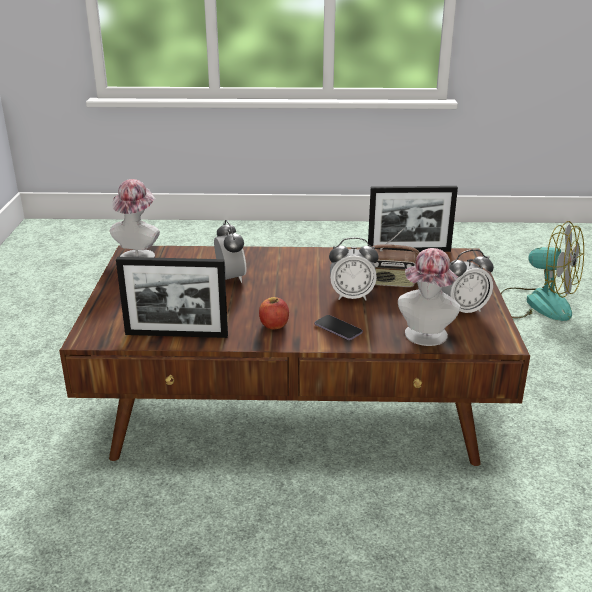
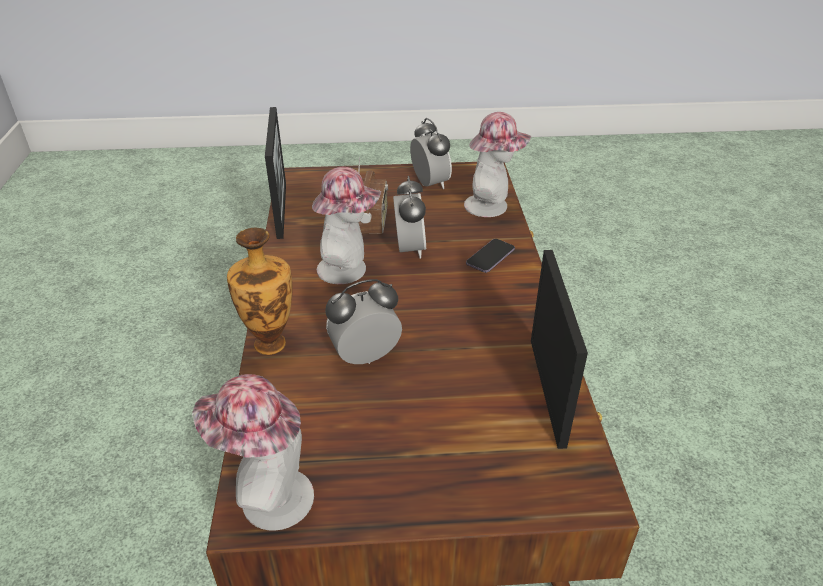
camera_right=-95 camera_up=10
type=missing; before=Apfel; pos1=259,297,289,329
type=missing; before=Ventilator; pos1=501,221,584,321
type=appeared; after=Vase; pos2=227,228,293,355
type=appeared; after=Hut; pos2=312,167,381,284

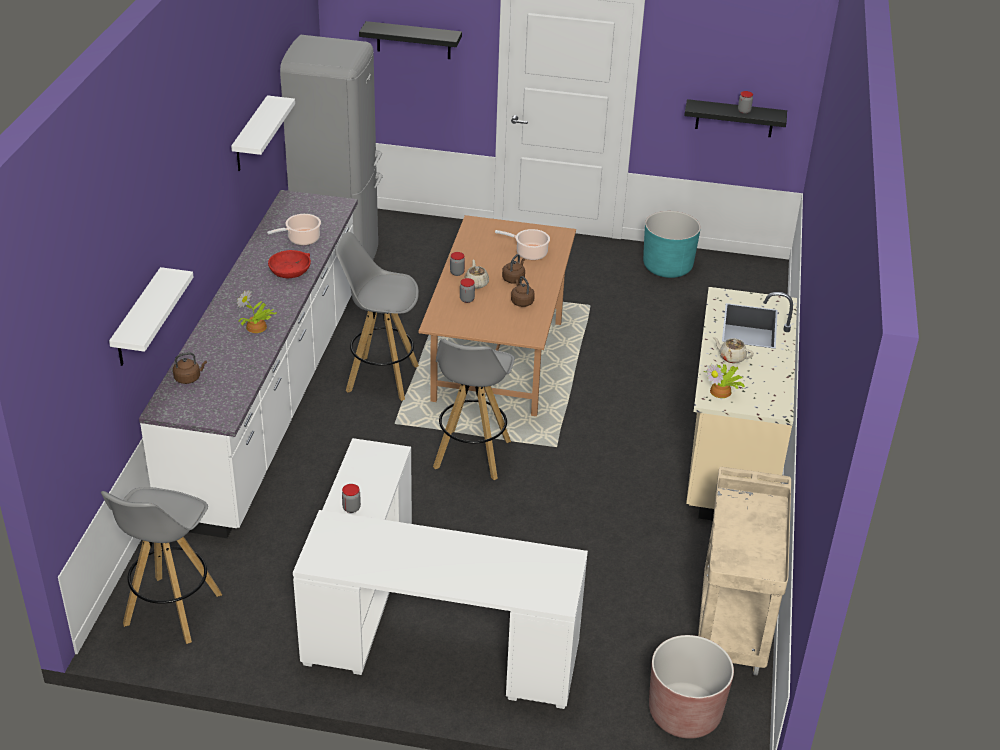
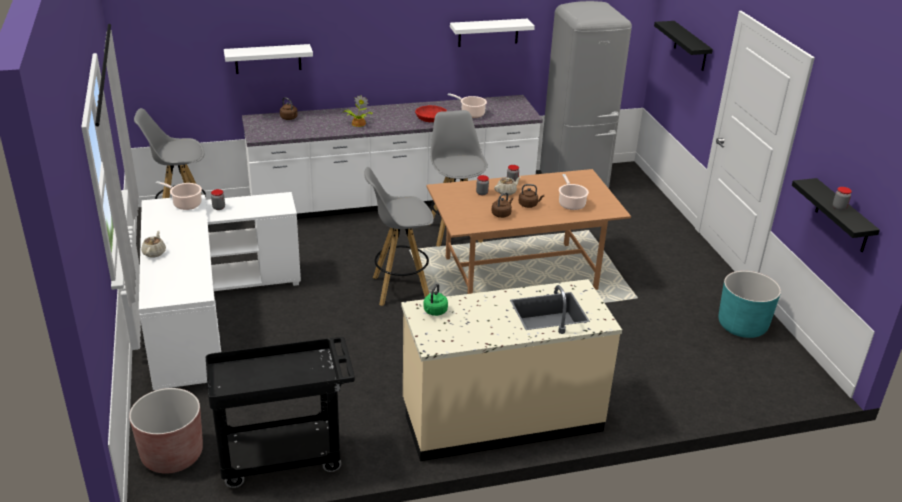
camera_right=65 camera_up=-5
type=appeared; after=Kochtopf; pos2=156,181,202,210
type=relocated; before=Teekanne [beige]; pos1=713,337,754,363; pos2=141,231,166,258
type=exchanged; before=Topfpflanze; after=Wasserkessel [grün]; pos1=703,364,745,398; pos2=424,284,448,316
type=colour; before=Rollwagen [beige]; after=Rollwagen [schwarz]; pos1=698,467,791,676; pos2=206,337,355,488

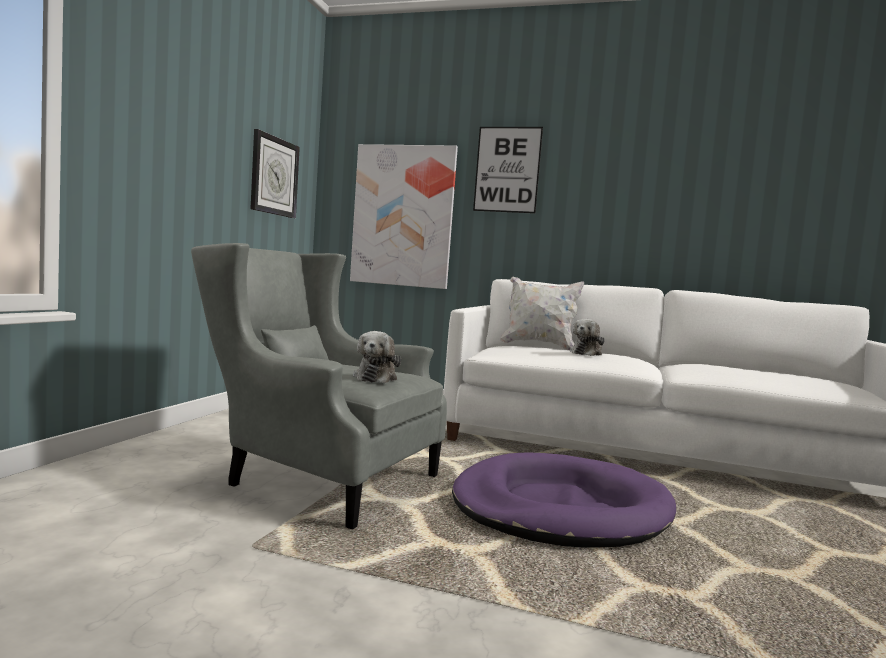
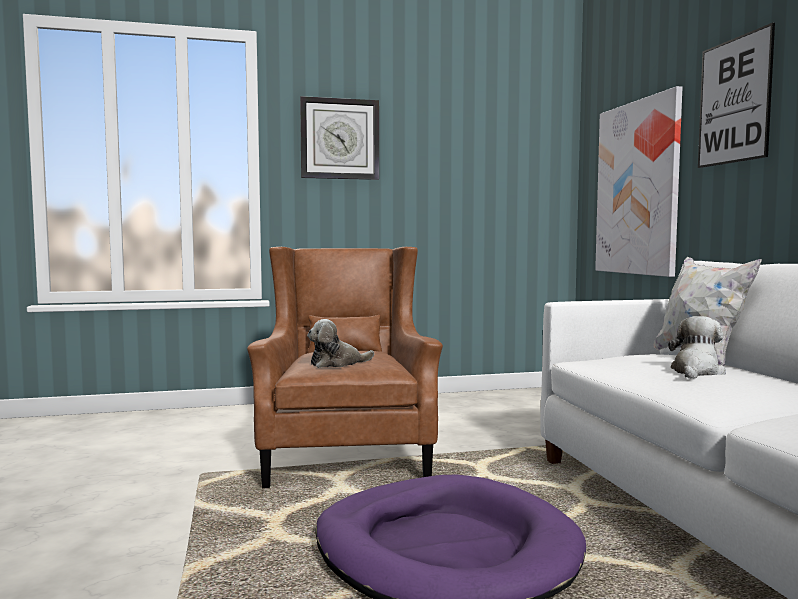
camera_right=60 camera_up=0
type=relocated; before=Wanduhr; pos1=251,129,300,218; pos2=300,96,379,180
type=colour; before=Sessel [grau]; after=Sessel [braun]; pos1=191,243,447,529; pos2=247,247,443,488
type=spun; before=Plüschtier; pos1=570,319,605,356; pos2=668,316,726,378; turn=120

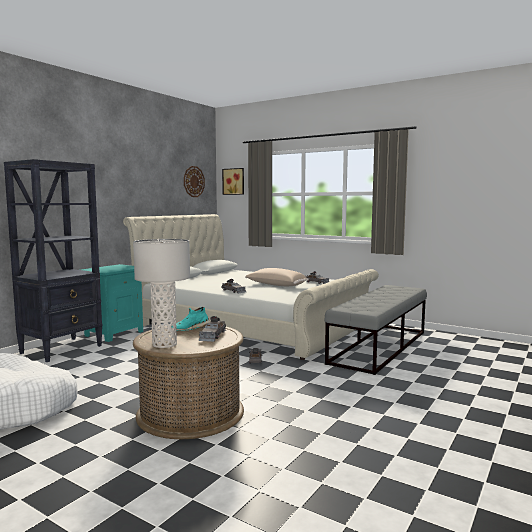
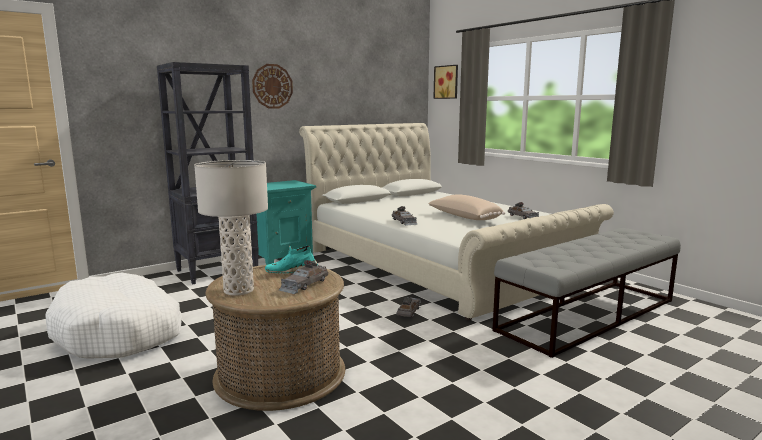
camera_right=20 camera_up=5
type=relocated; before=Wanduhr; pos1=184,166,205,197; pos2=252,64,293,109

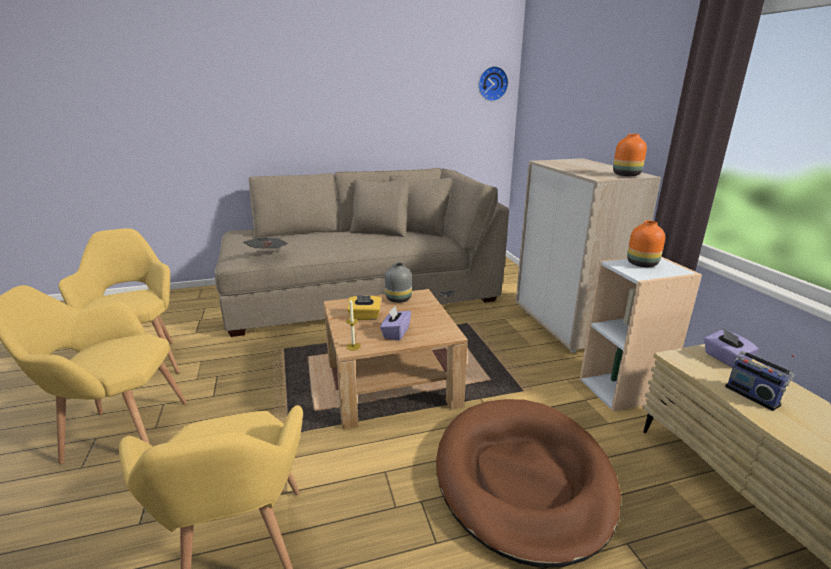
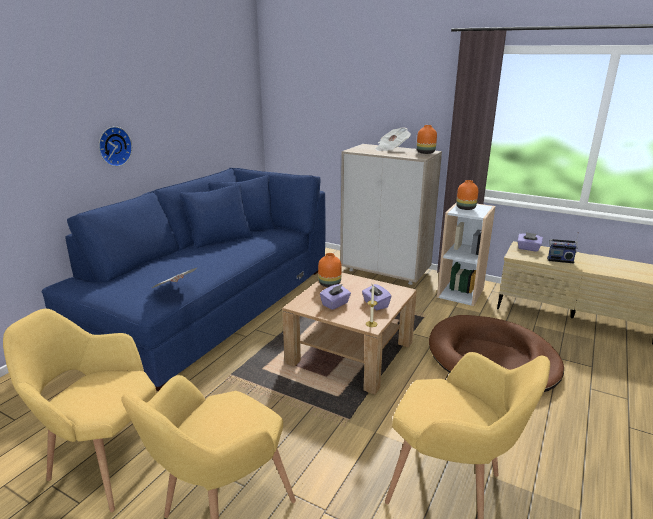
camera_right=-45 camera_up=0
type=appeared; after=Zeitung; pos2=375,127,411,151
type=relocated; before=Wanduhr; pos1=478,66,508,101; pos2=99,127,132,167
type=colour; before=Sofa [beige]; after=Sofa [blau]; pos1=215,168,509,337; pos2=41,168,326,391
type=colour; before=Taschentuchbox [gelb]; after=Taschentuchbox [lila]; pos1=347,295,382,320; pos2=320,284,351,310
type=colour; before=Vase [grau]; after=Vase [orange]; pos1=385,263,412,303; pos2=318,253,342,287

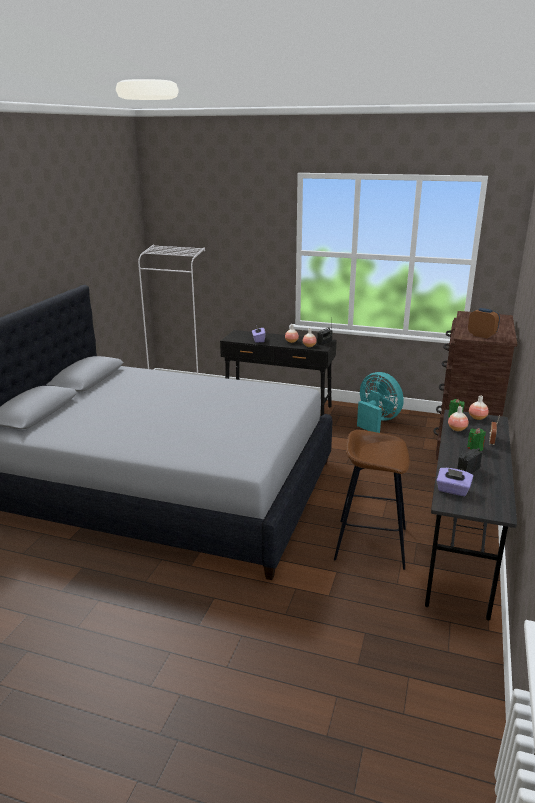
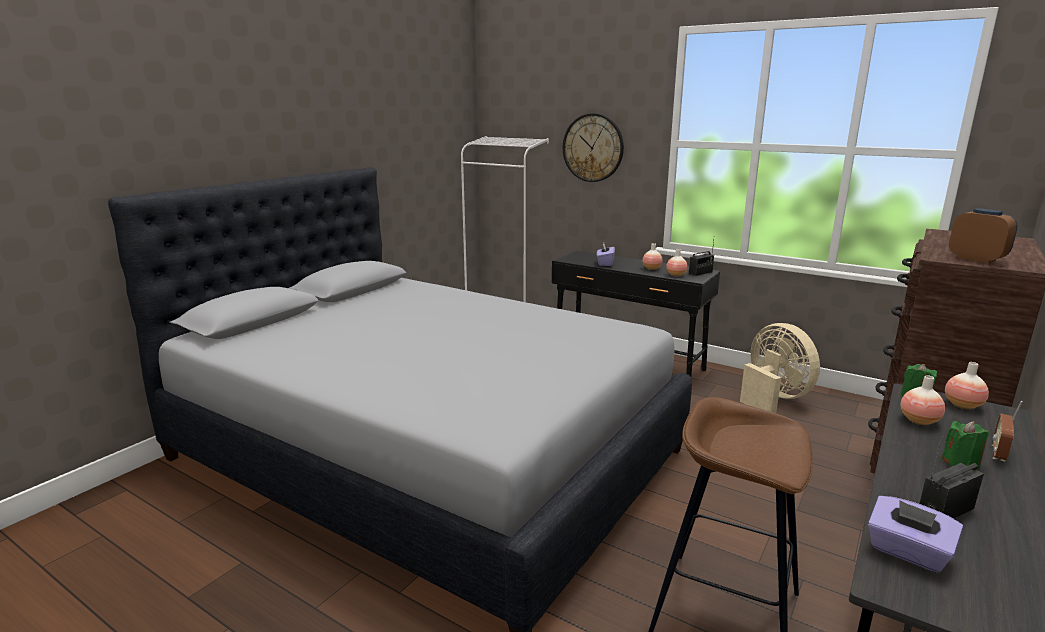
camera_right=15 camera_up=-5
type=appeared; after=Wanduhr; pos2=563,113,624,182
type=colour; before=Ventilator [türkis]; after=Ventilator [beige]; pos1=357,372,404,433; pos2=740,323,820,413

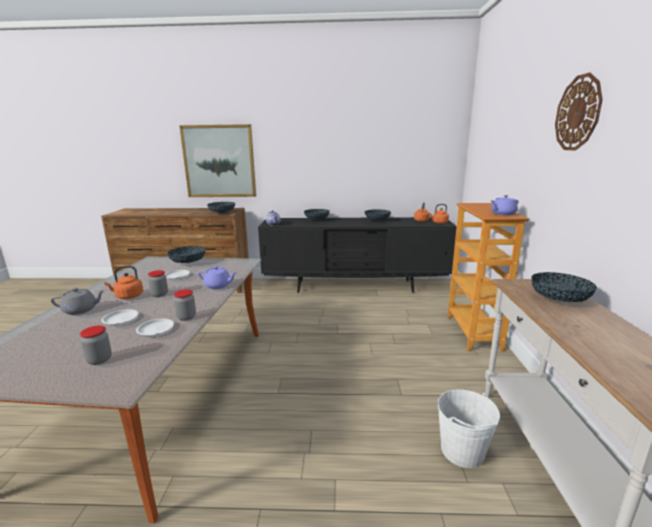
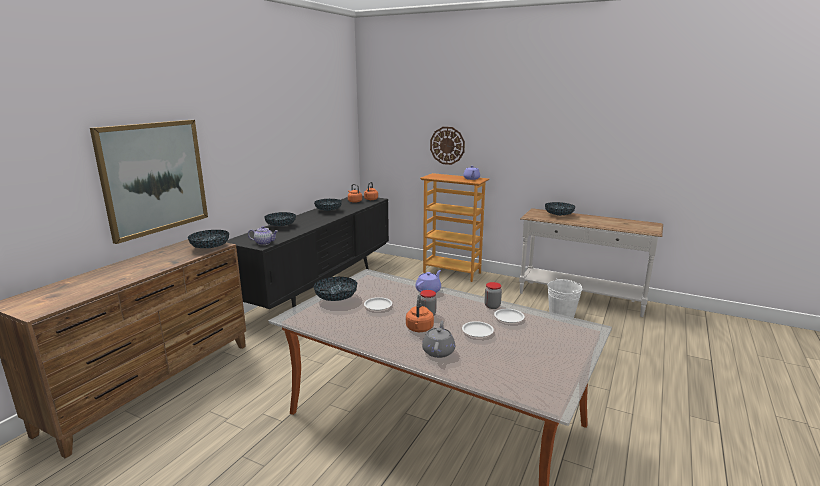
camera_right=-65 camera_up=0
type=missing; before=Vorratsglas; pos1=80,326,112,365
type=relocated; before=Wanduhr; pos1=555,73,603,151; pos2=430,127,465,165

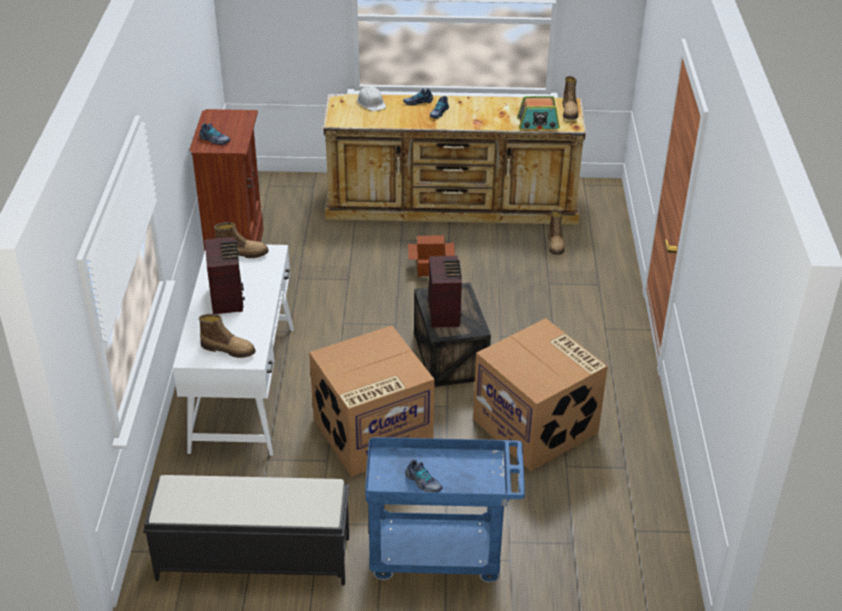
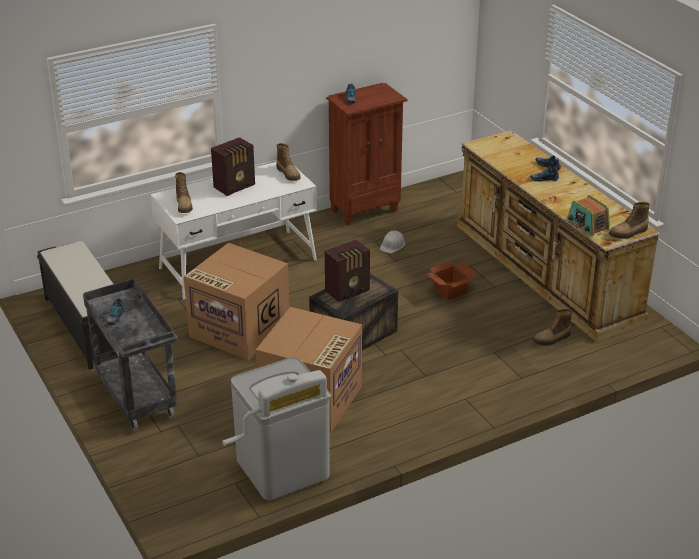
camera_right=60 camera_up=-5
type=appeared; after=Waschmaschine [grau]; pos2=222,357,331,500
type=relocated; before=Schutzhelm [weiß]; pos1=357,86,386,111; pos2=380,230,405,253
type=colour; before=Rollwagen [blau]; after=Rollwagen [grau]; pos1=365,437,525,583; pos2=83,279,178,430

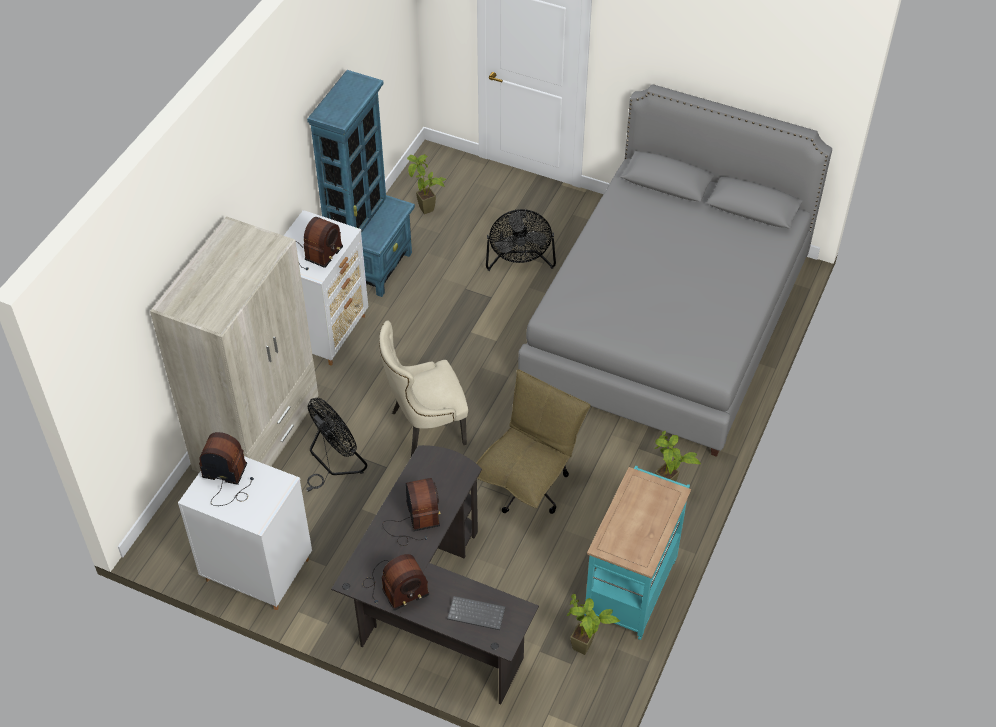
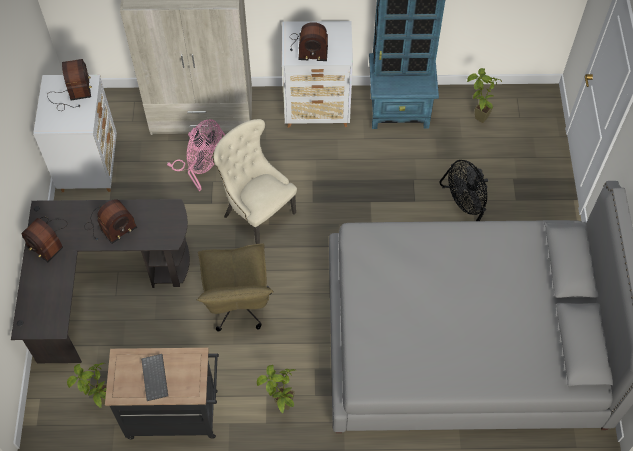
camera_right=65 camera_up=10
type=relocated; before=Tastatur; pos1=447,596,505,630; pos2=141,354,168,401
type=colour; before=Ventilator [schwarz]; after=Ventilator [rosa]; pos1=306,398,367,492; pos2=167,119,225,191
type=colour; before=Rollwagen [türkis]; after=Rollwagen [schwarz]; pos1=584,466,691,640; pos2=105,348,219,439
type=spun; before=Bürostuhl [beige]; pos1=476,369,591,514; pos2=197,244,274,332; turn=75

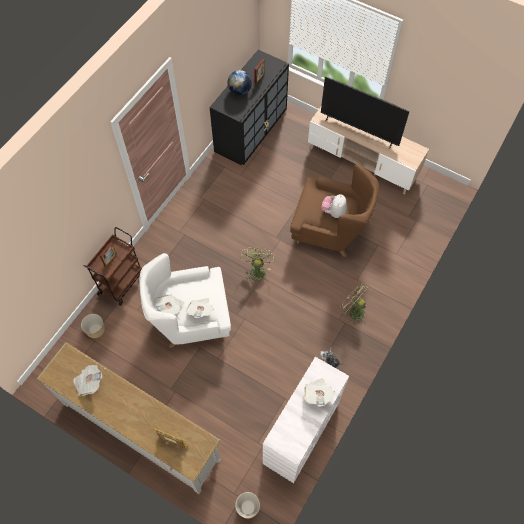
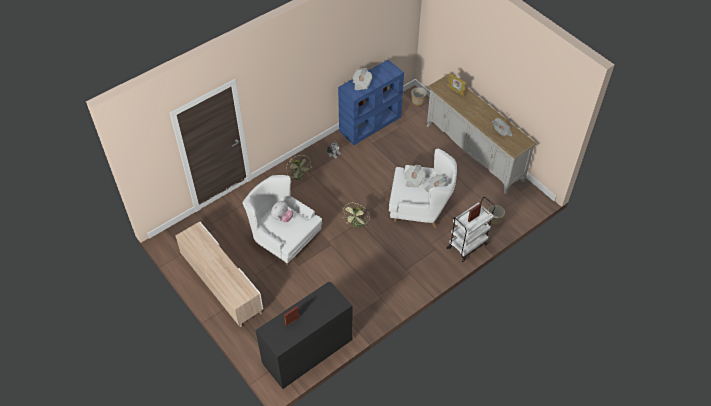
camera_right=-160 camera_up=-10
type=missing; before=Globus; pos1=228,70,252,95
type=missing; before=Fernseher; pos1=321,77,409,149
type=colour; before=Rollwagen [braun]; after=Rollwagen [weiß]; pos1=83,227,142,306; pos2=446,197,495,262
type=colour; before=Bücherregal [weiß]; after=Bücherregal [blau]; pos1=263,357,349,483; pos2=338,59,404,145
type=colour; before=Sessel [braun]; after=Sessel [weiß]; pos1=290,164,379,257; pos2=242,175,322,265

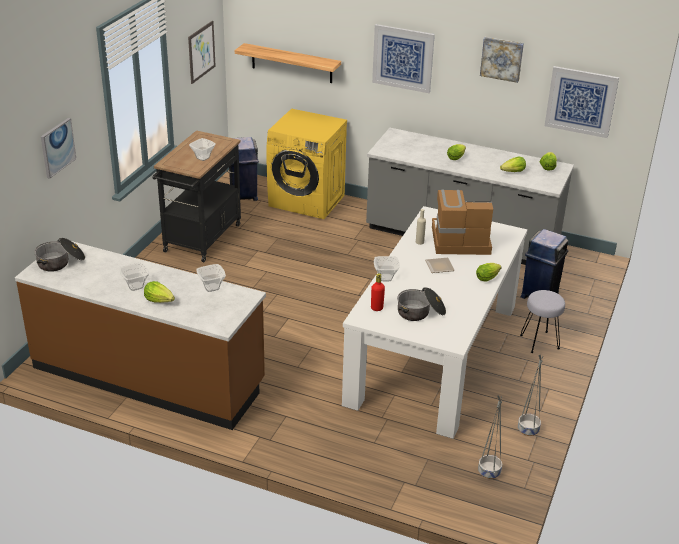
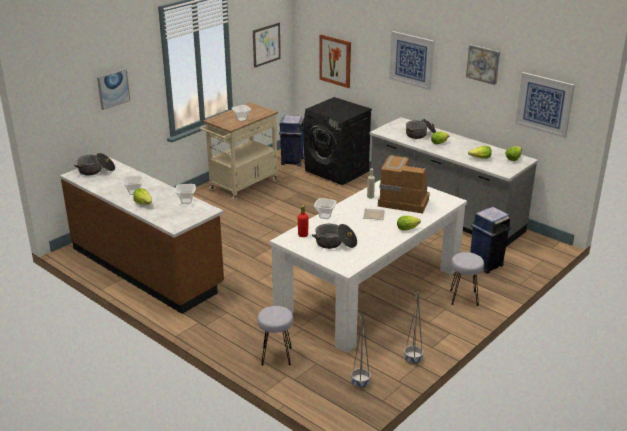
camera_right=20 camera_up=-5
type=appeared; after=Hocker [grau]; pos2=257,306,293,365
type=appeared; after=Kochtopf; pos2=406,119,436,139
type=exchanged; before=Wandregal; after=Bild; pos1=235,43,341,83; pos2=319,34,351,88
type=colour; before=Rollwagen [schwarz]; after=Rollwagen [beige]; pos1=152,130,241,262; pos2=200,102,278,201
type=colour; before=Waschmaschine [gelb]; after=Waschmaschine [schwarz]; pos1=266,109,347,219; pos2=303,97,372,185

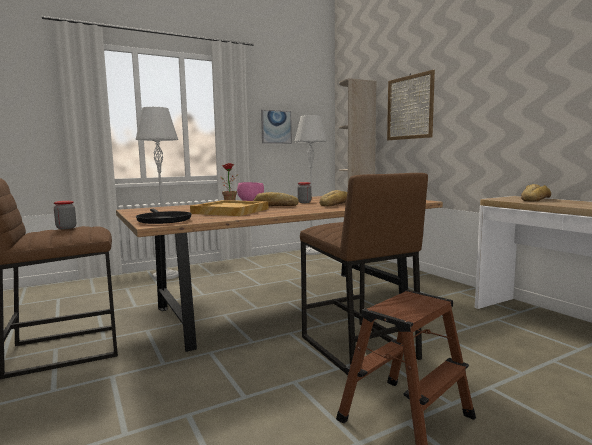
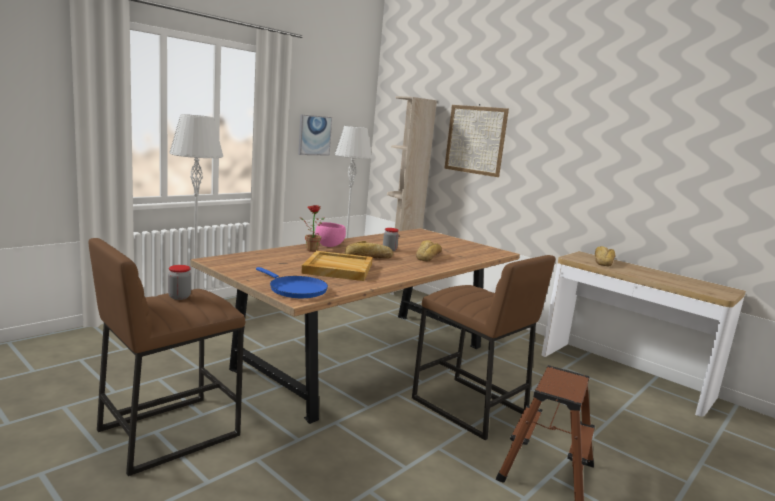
camera_right=-20 camera_up=5
type=colour; before=Pfanne [schwarz]; after=Pfanne [blau]; pos1=136,209,192,224; pos2=256,267,328,298

